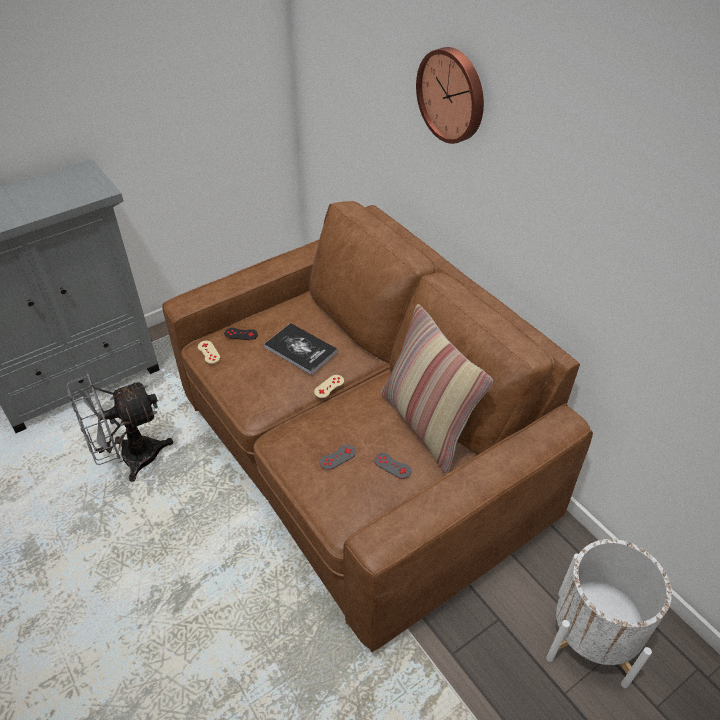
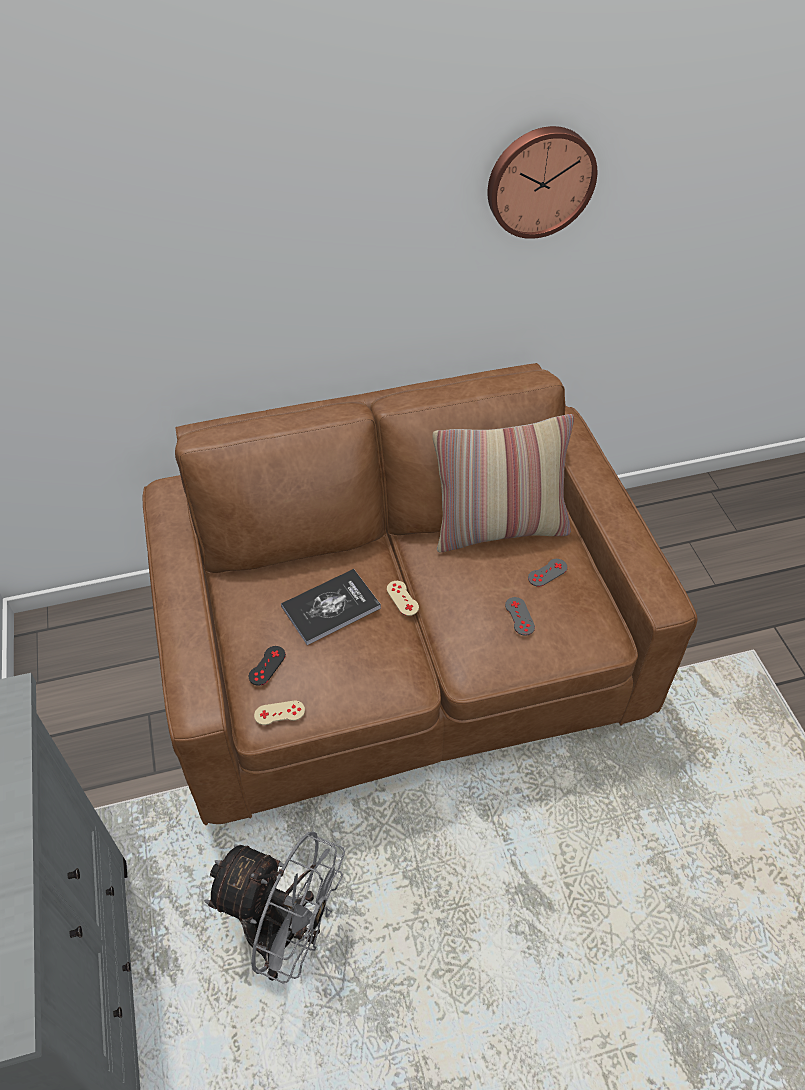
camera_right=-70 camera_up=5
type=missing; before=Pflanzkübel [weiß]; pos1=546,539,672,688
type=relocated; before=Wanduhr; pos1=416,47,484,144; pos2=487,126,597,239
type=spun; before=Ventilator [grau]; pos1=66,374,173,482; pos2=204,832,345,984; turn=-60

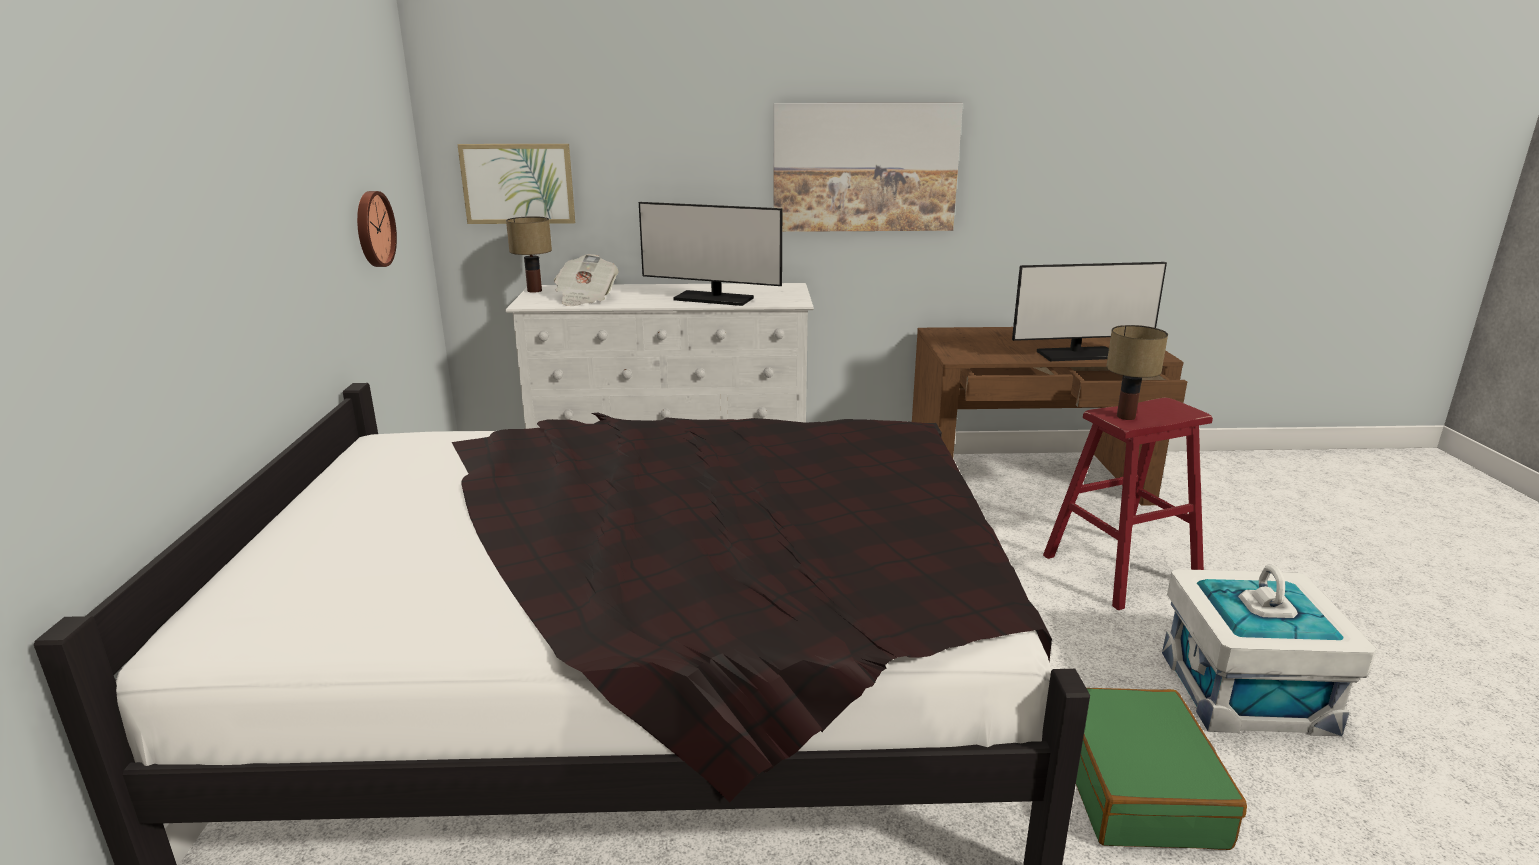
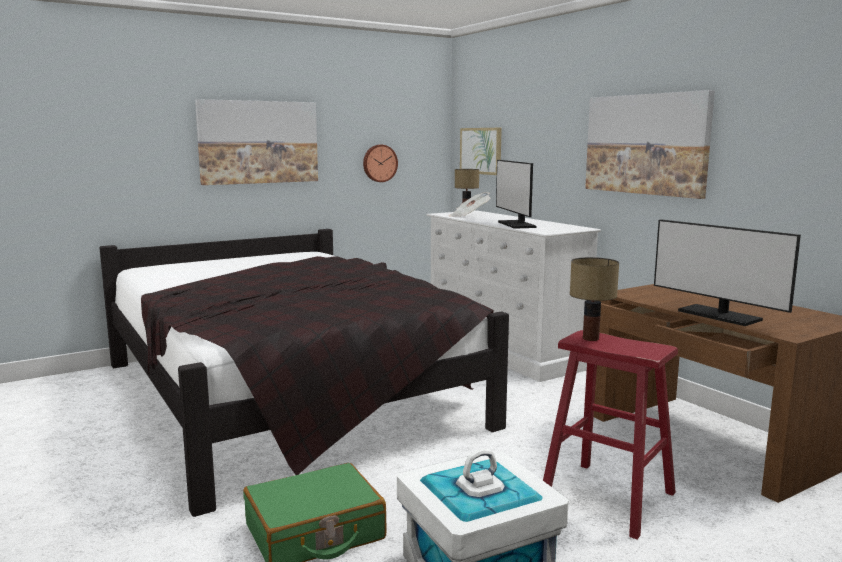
camera_right=60 camera_up=-10
type=appeared; after=Bild; pos2=195,99,318,185

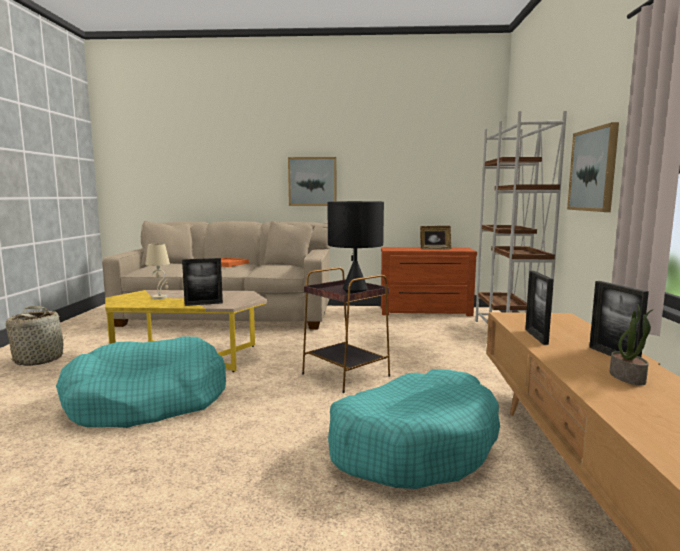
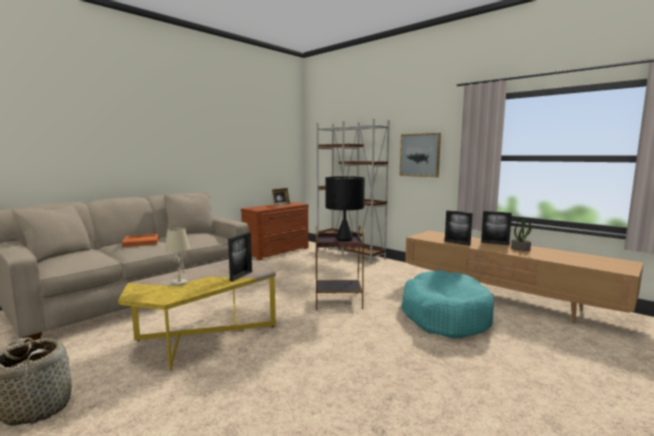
camera_right=-50 camera_up=0
type=missing; before=Hundebett [türkis]; pos1=56,336,226,428
type=missing; before=Bild; pos1=288,157,336,206

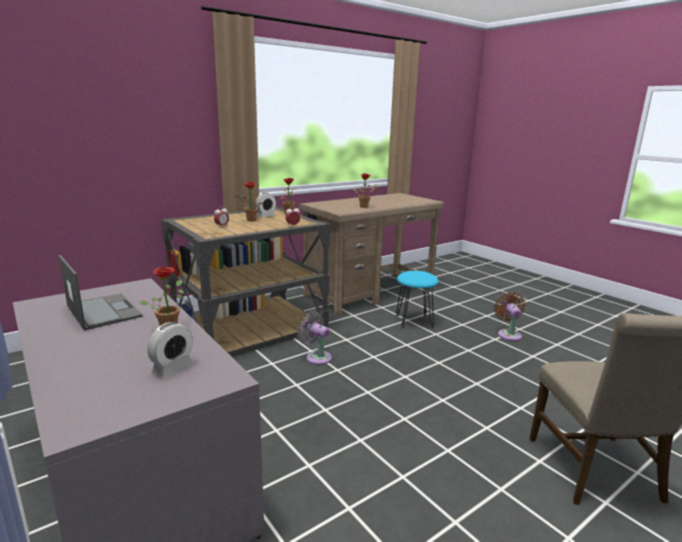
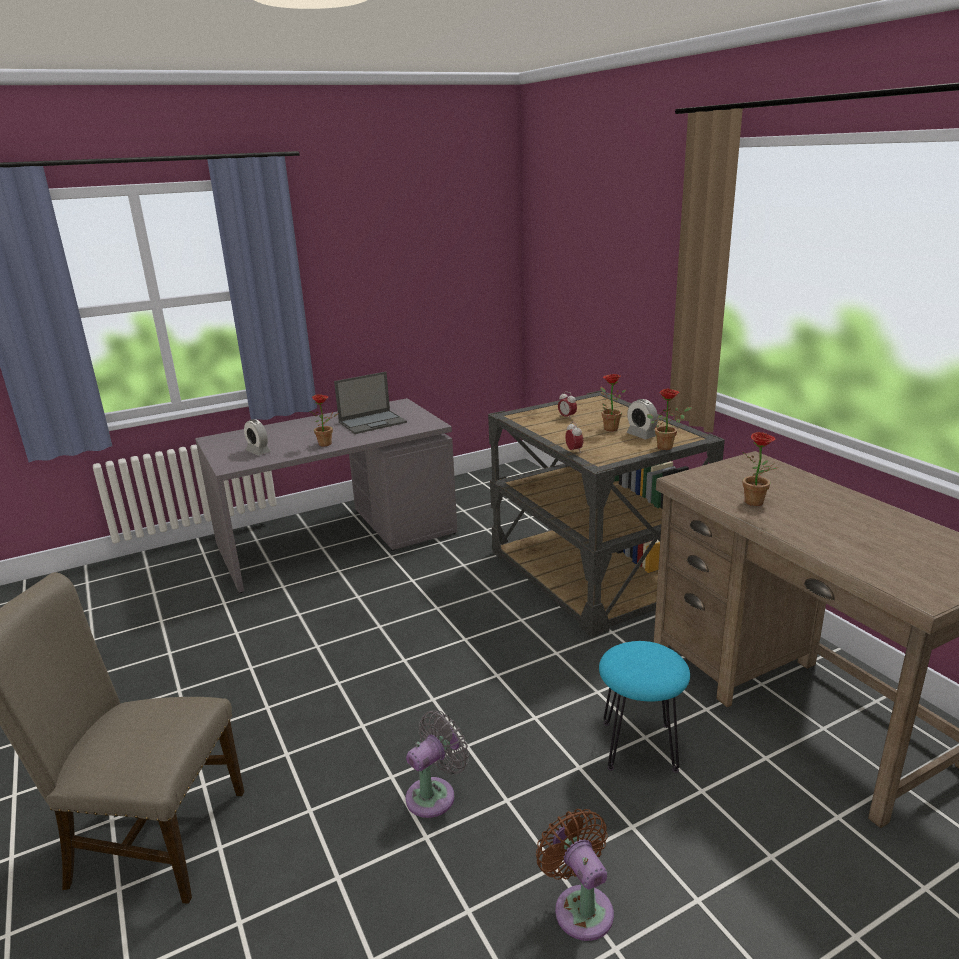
camera_right=100 camera_up=5
type=relocated; before=Ventilator [grau]; pos1=297,311,332,365; pos2=406,710,469,818
type=spun; before=Ventilator [braun]; pos1=494,292,525,341; pos2=536,809,614,941; turn=-120

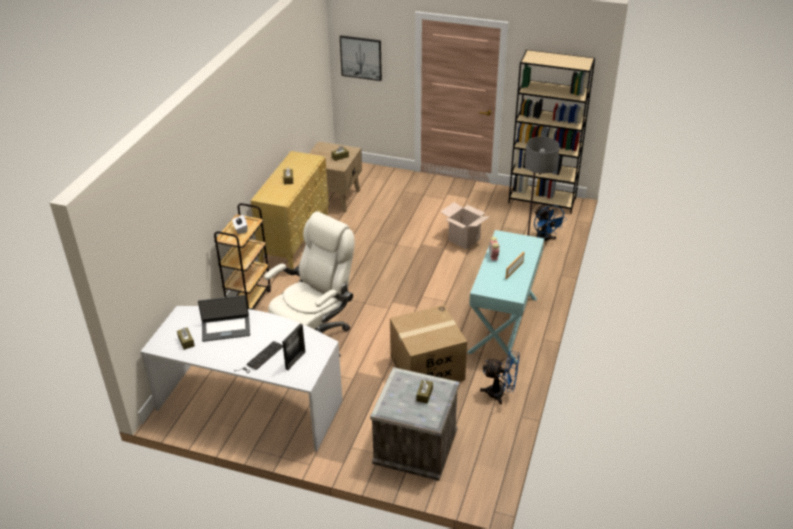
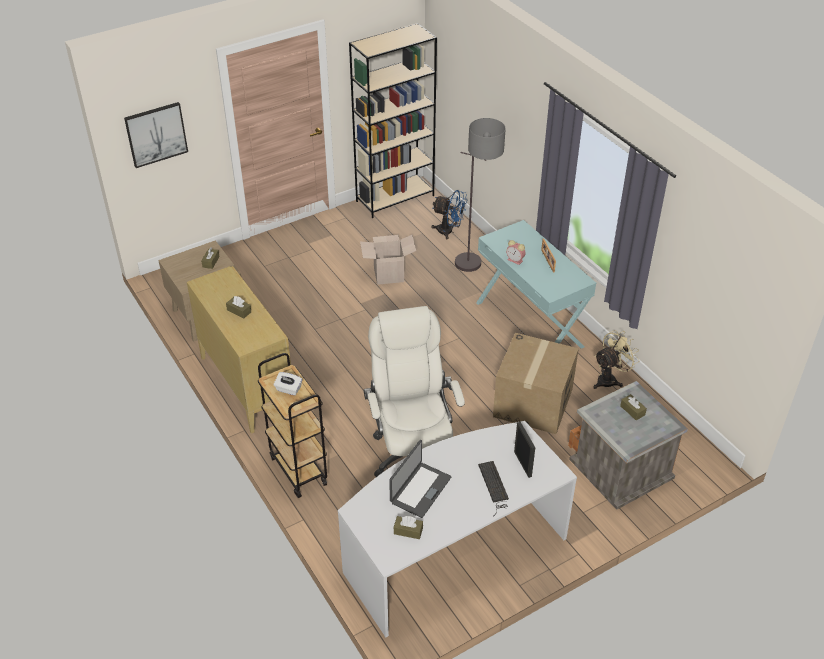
camera_right=-50 camera_up=5
type=colour; before=Ventilator [blau]; after=Ventilator [beige]; pos1=480,351,520,404; pos2=593,330,640,389

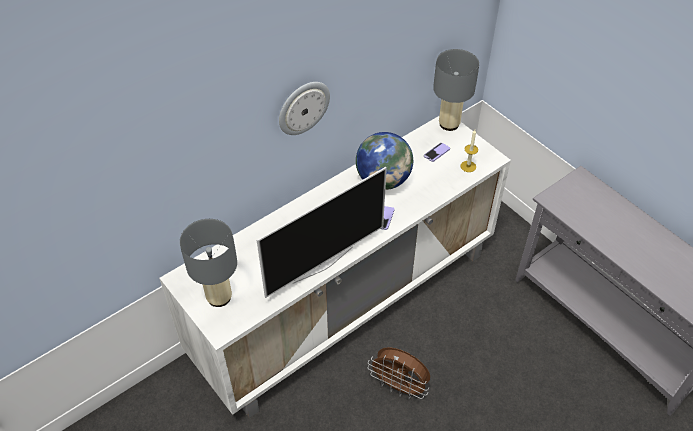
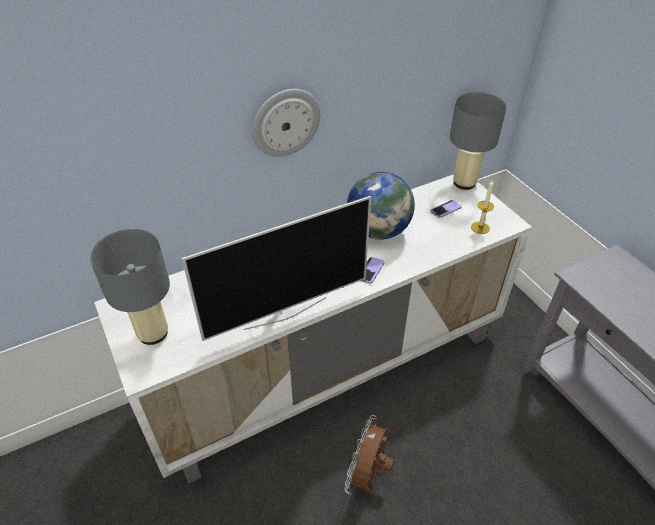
camera_right=10 camera_up=-5
type=spun; before=Ventilator [braun]; pos1=367,347,430,399; pos2=345,415,394,495; turn=75

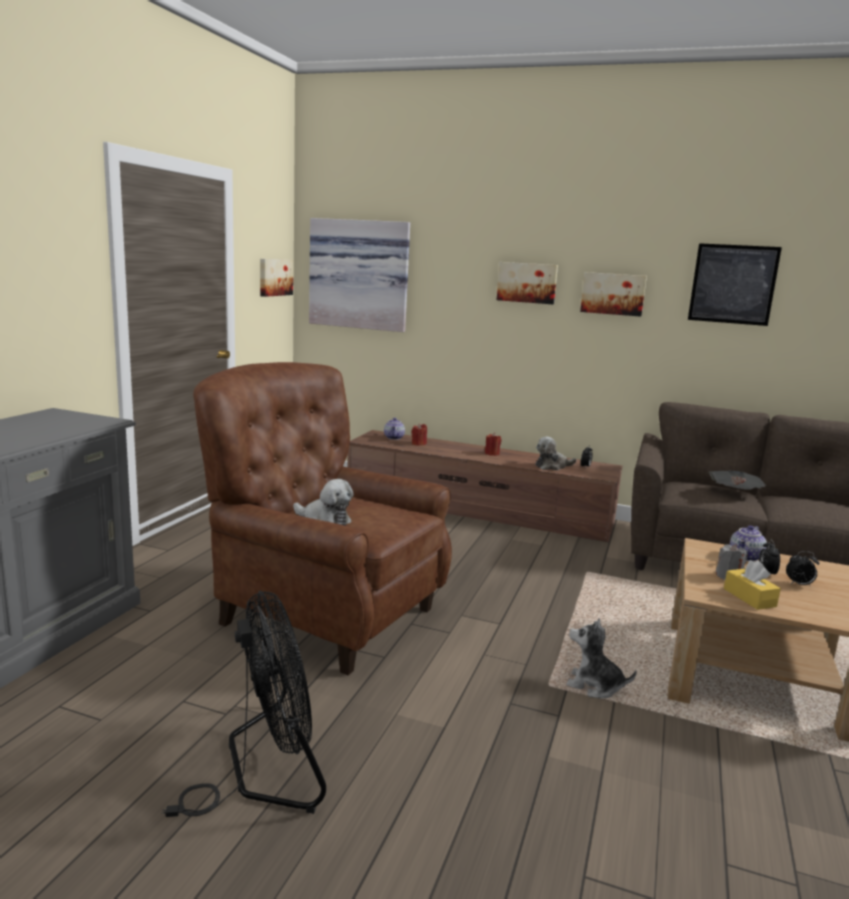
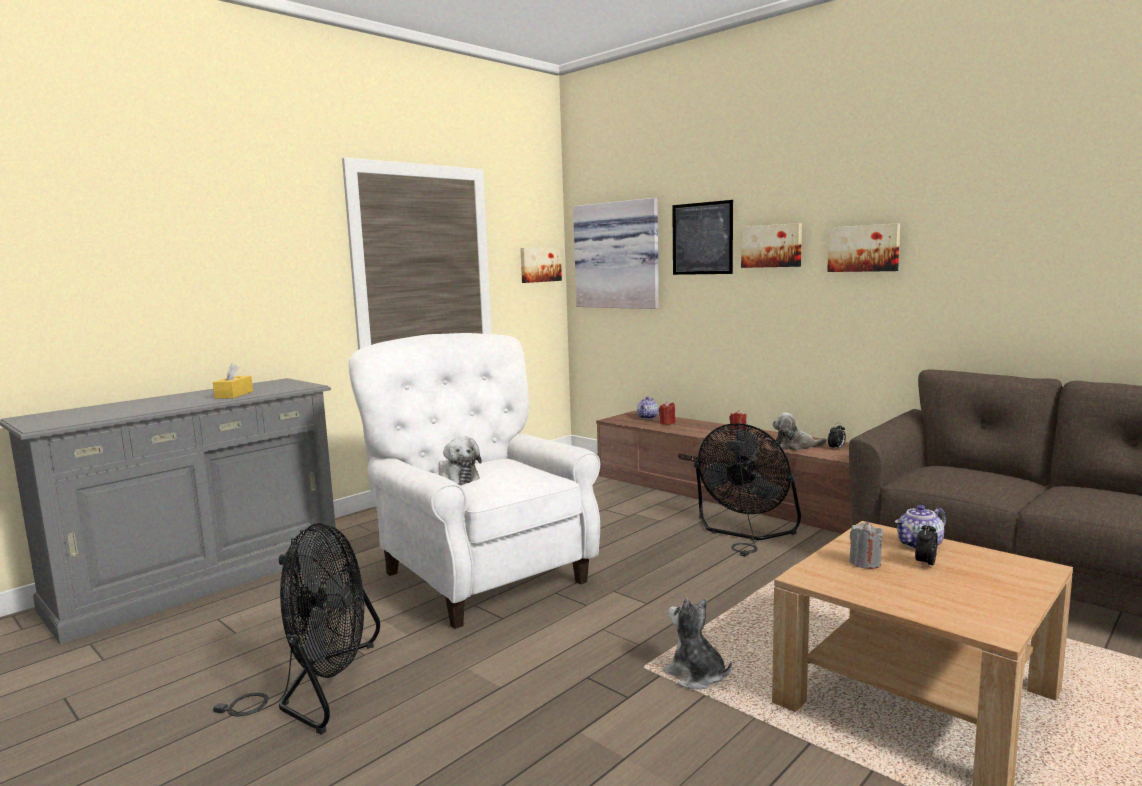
camera_right=25 camera_up=-5
type=missing; before=Zeitung; pos1=708,471,766,490
type=missing; before=Wecker; pos1=786,551,819,586
type=appeared; after=Ventilator [schwarz]; pos2=694,423,801,557
type=relocated; before=Bild; pos1=688,243,782,326; pos2=672,200,733,275
type=relocated; before=Taschentuchbox [gelb]; pos1=724,560,781,610; pos2=213,363,253,399
type=colour; before=Sessel [braun]; after=Sessel [weiß]; pos1=193,362,452,675; pos2=349,333,600,629

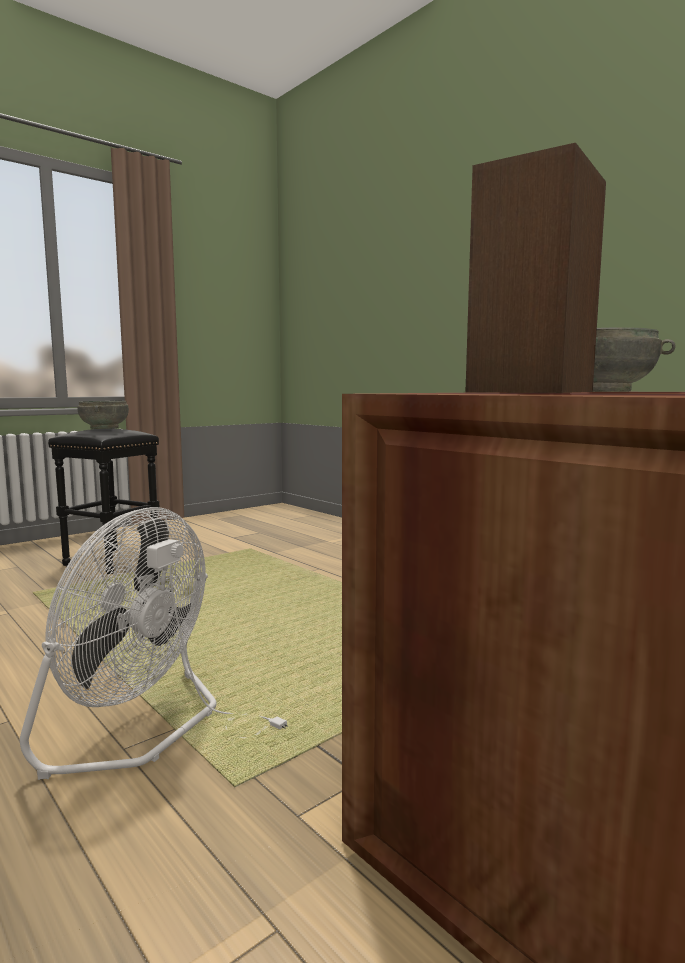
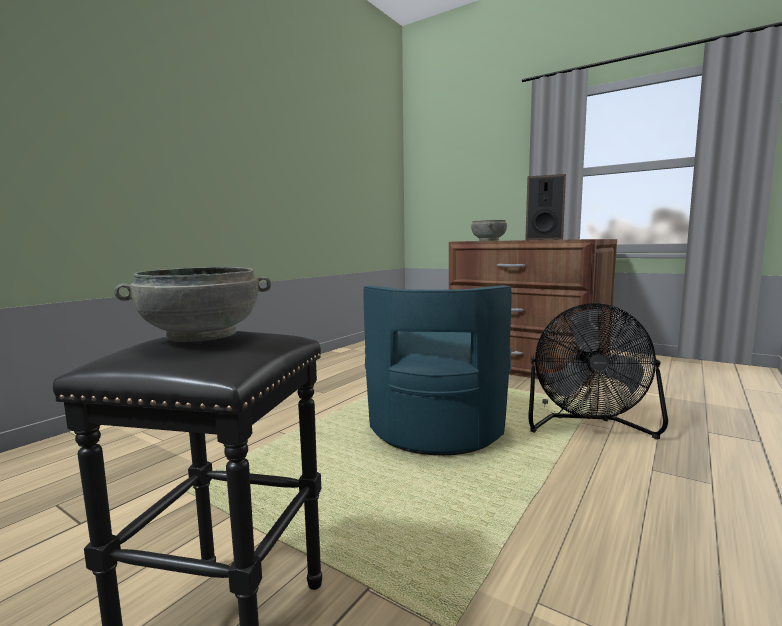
camera_right=-105 camera_up=0
type=appeared; after=Sessel [türkis]; pos2=364,286,512,455
type=colour; before=Ventilator [weiß]; after=Ventilator [schwarz]; pos1=20,507,288,780; pos2=529,303,668,440

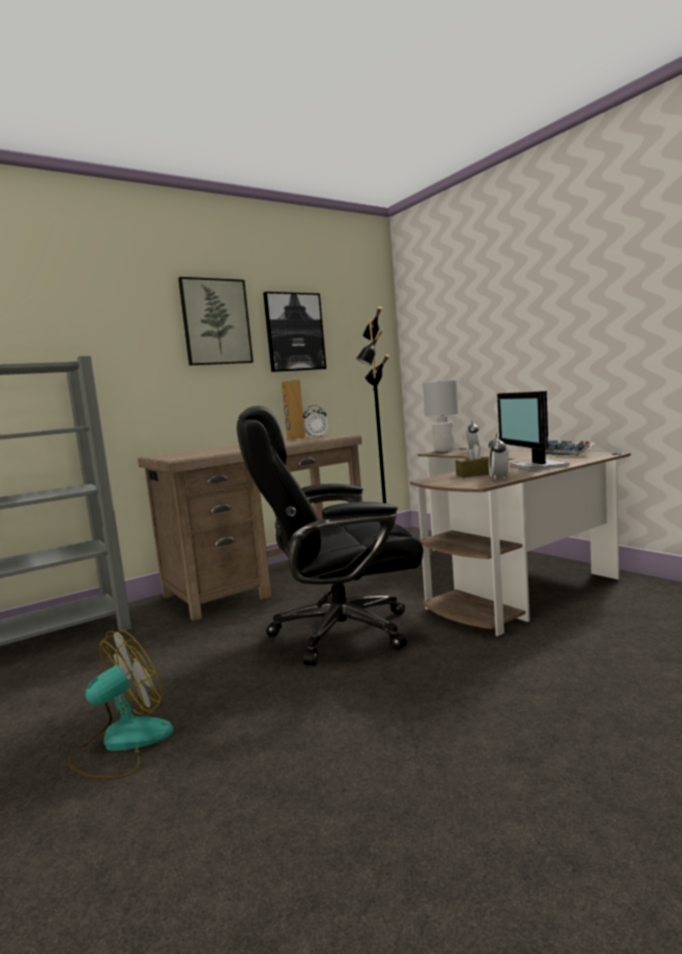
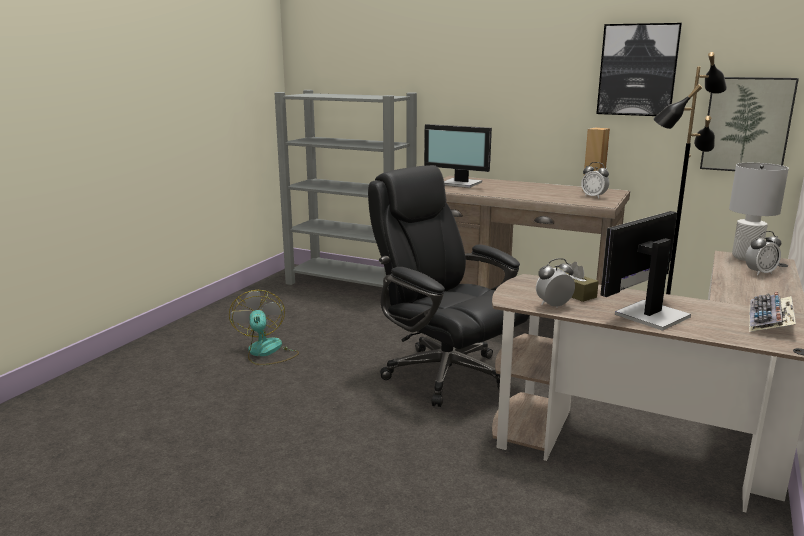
camera_right=60 camera_up=10
type=appeared; after=Monitor; pos2=424,124,492,188
type=relocated; before=Bild; pos1=178,277,253,366; pos2=700,77,799,171
type=spun; before=Ventilator; pos1=68,630,174,779; pos2=229,290,299,365; turn=-120

